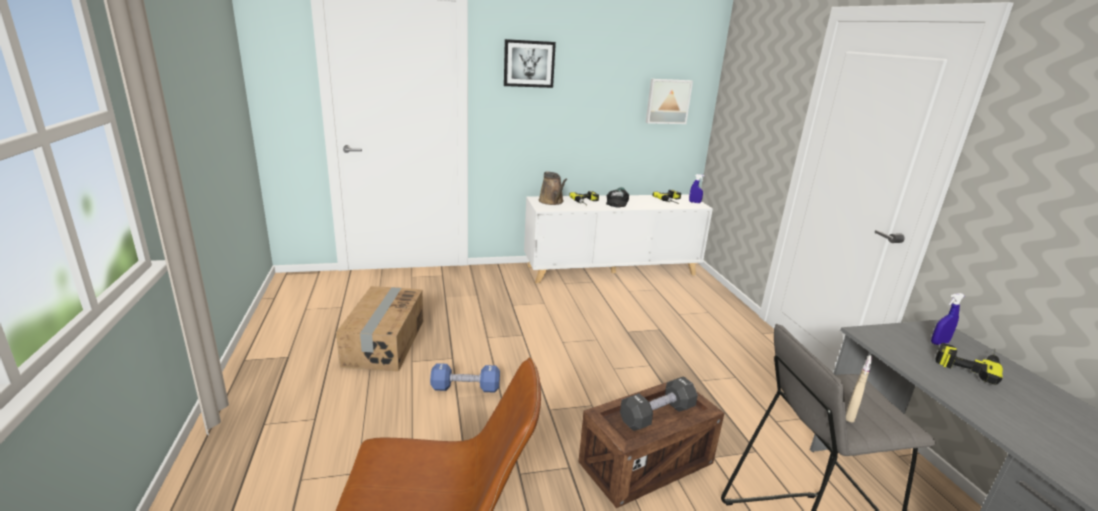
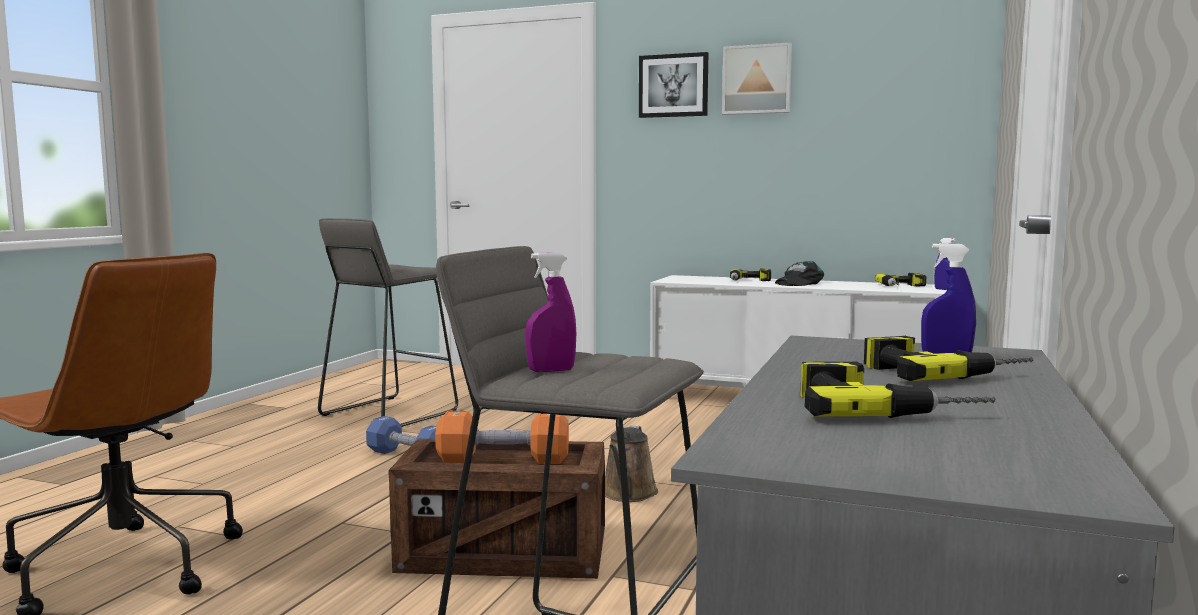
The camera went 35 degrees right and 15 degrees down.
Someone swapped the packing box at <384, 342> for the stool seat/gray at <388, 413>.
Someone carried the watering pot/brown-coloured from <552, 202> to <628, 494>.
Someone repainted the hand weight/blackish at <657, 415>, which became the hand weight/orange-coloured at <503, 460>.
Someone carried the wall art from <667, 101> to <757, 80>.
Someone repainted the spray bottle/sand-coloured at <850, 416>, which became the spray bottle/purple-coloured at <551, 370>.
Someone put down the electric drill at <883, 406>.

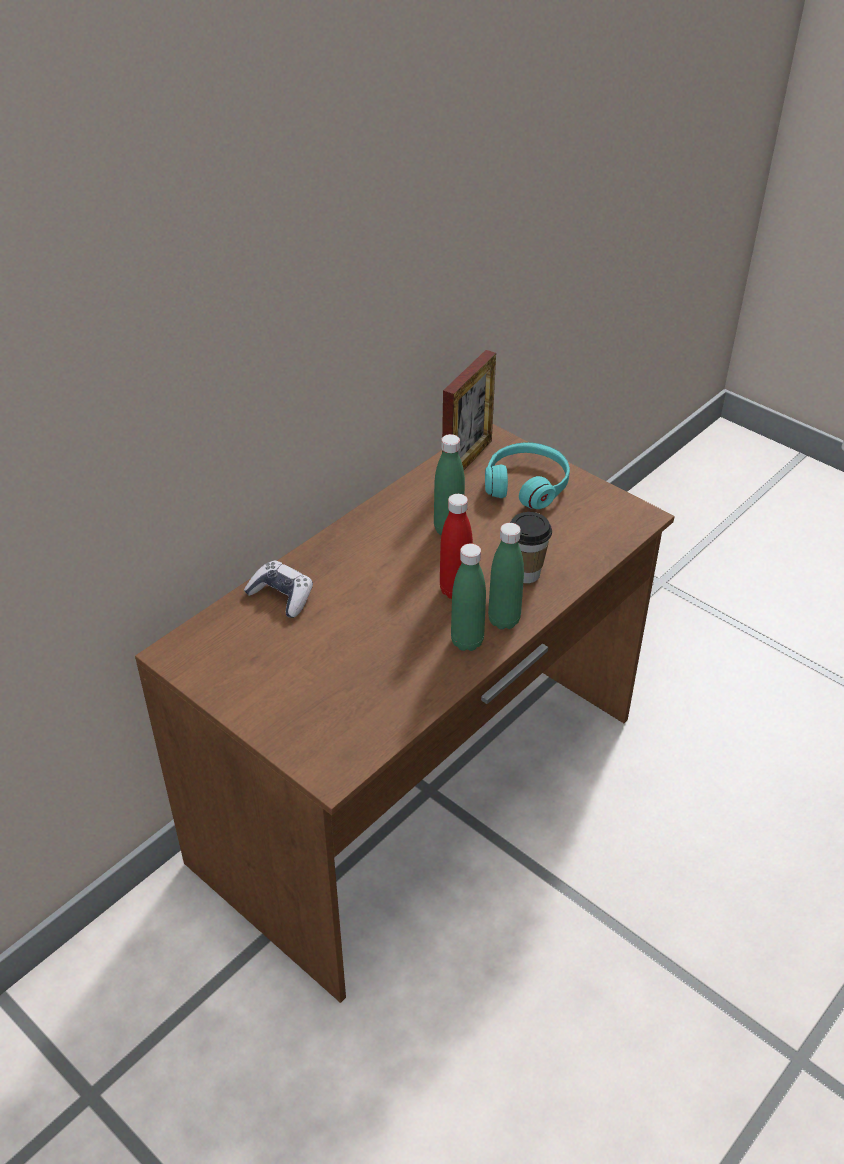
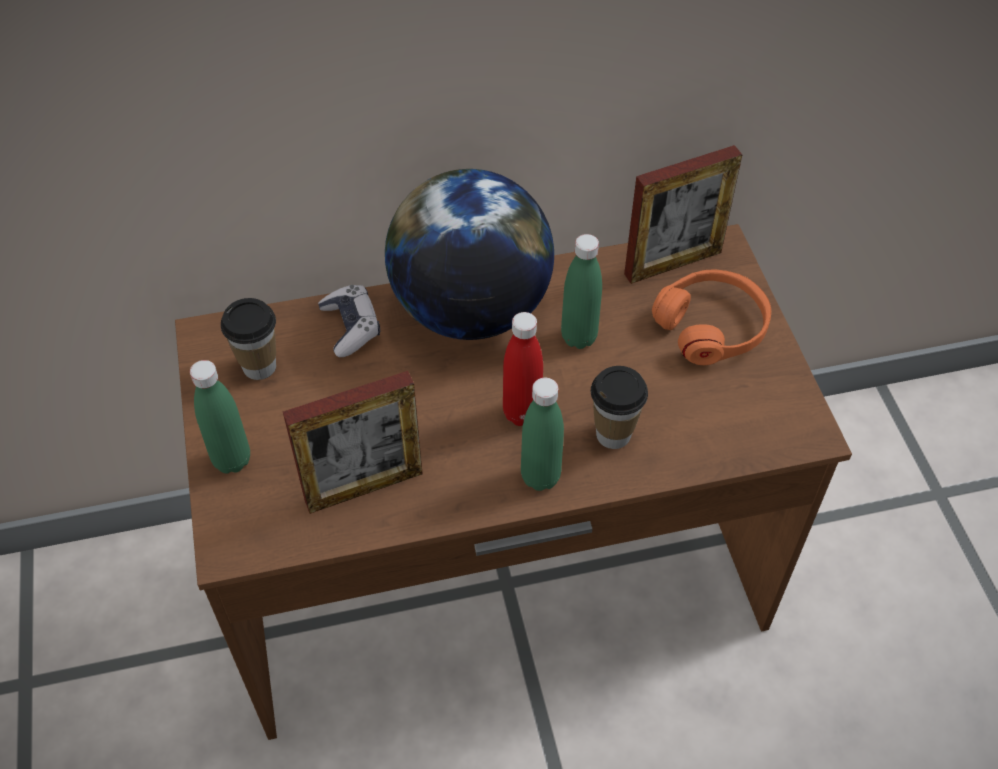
The camera went 35 degrees right and 10 degrees up.
Someone carried the drink bottle/greenish from <467, 641> to <232, 460>.
Someone repainted the headset/blue-green at <526, 485>, which became the headset/orange-coloured at <712, 326>.
Someone put down the drinking cup at <259, 366>.
Someone put down the picture frame at <364, 487>.
Someone put down the world globe at <471, 310>.

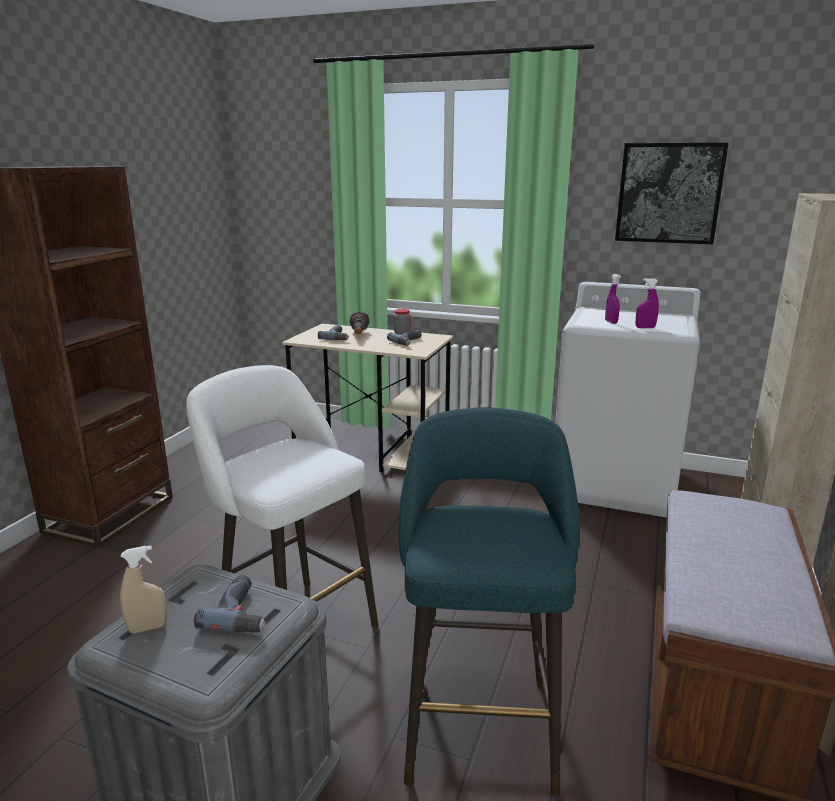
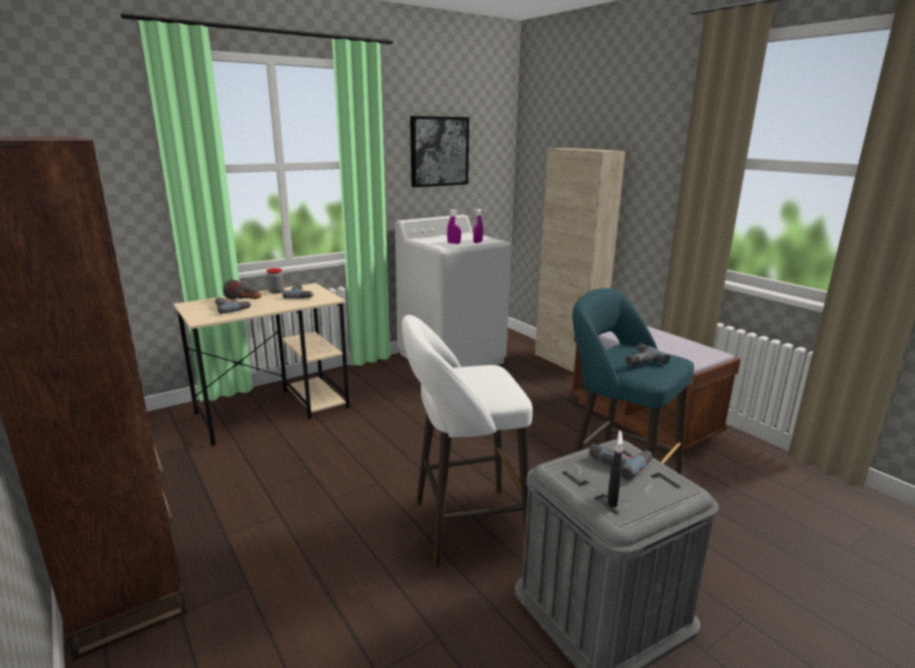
The camera went 55 degrees left and 0 degrees up.
Someone repainted the spray bottle/sand-coloured at <148, 628>, which became the spray bottle/blackish at <612, 499>.
Someone put down the electric drill at <639, 360>.

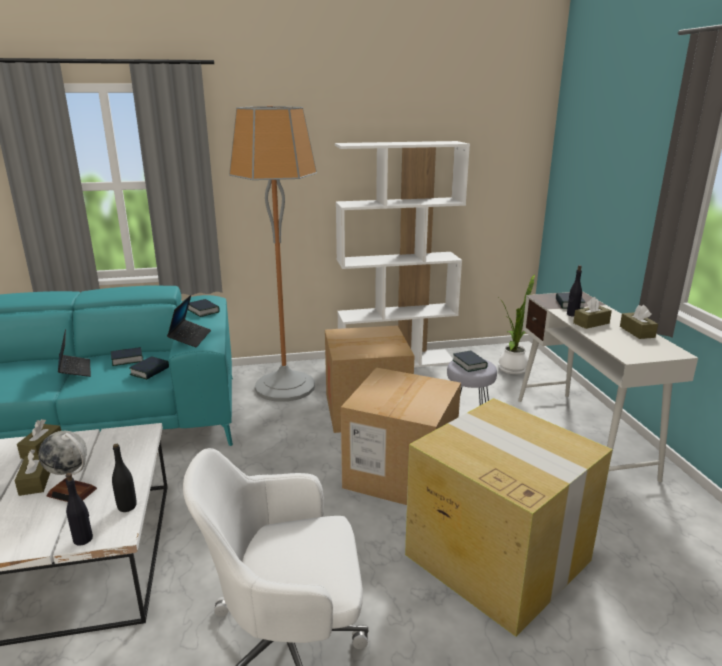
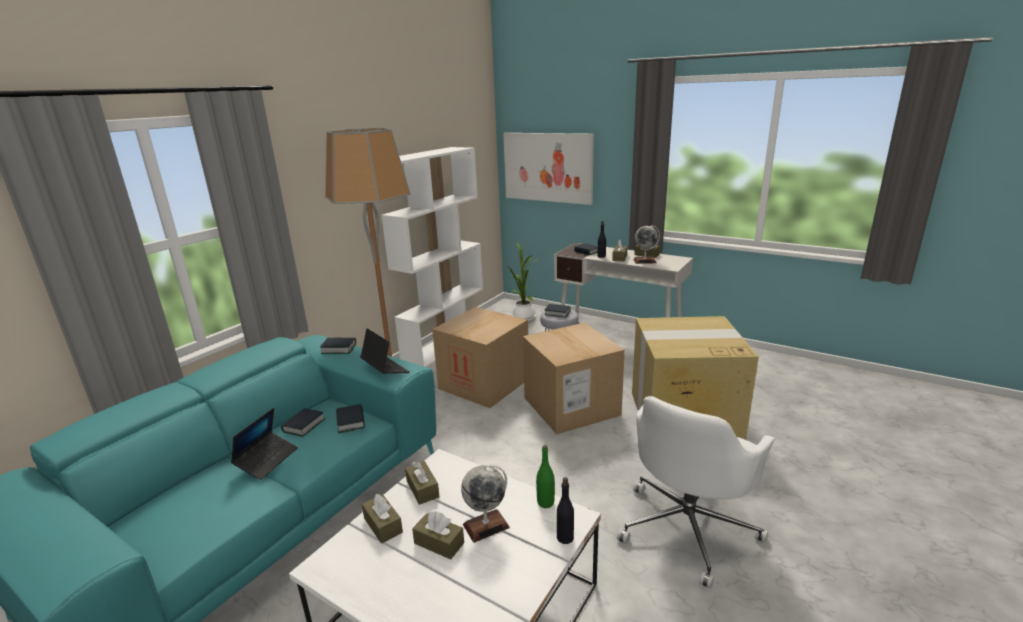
The camera went 45 degrees left and 0 degrees up.
Someone rotated the portable computer at <75, 370> by 90 degrees clockwise.
Someone repainted the drink bottle/blackish at <127, 507>, which became the drink bottle/greenish at <545, 503>.
Someone put down the tissue holder/brown-coloured at <422, 489>.
Someone put up the wall art at <548, 167>.
Someone put down the world globe at <645, 261>.

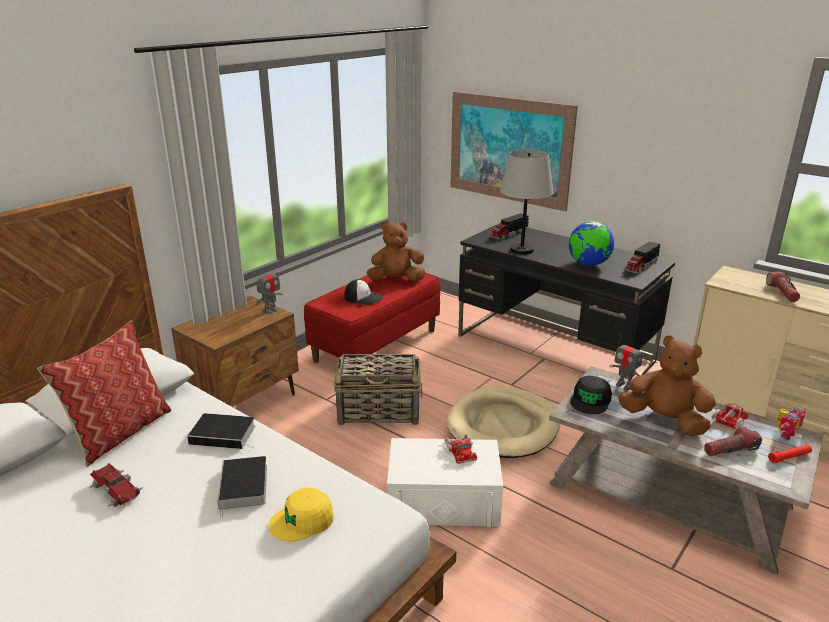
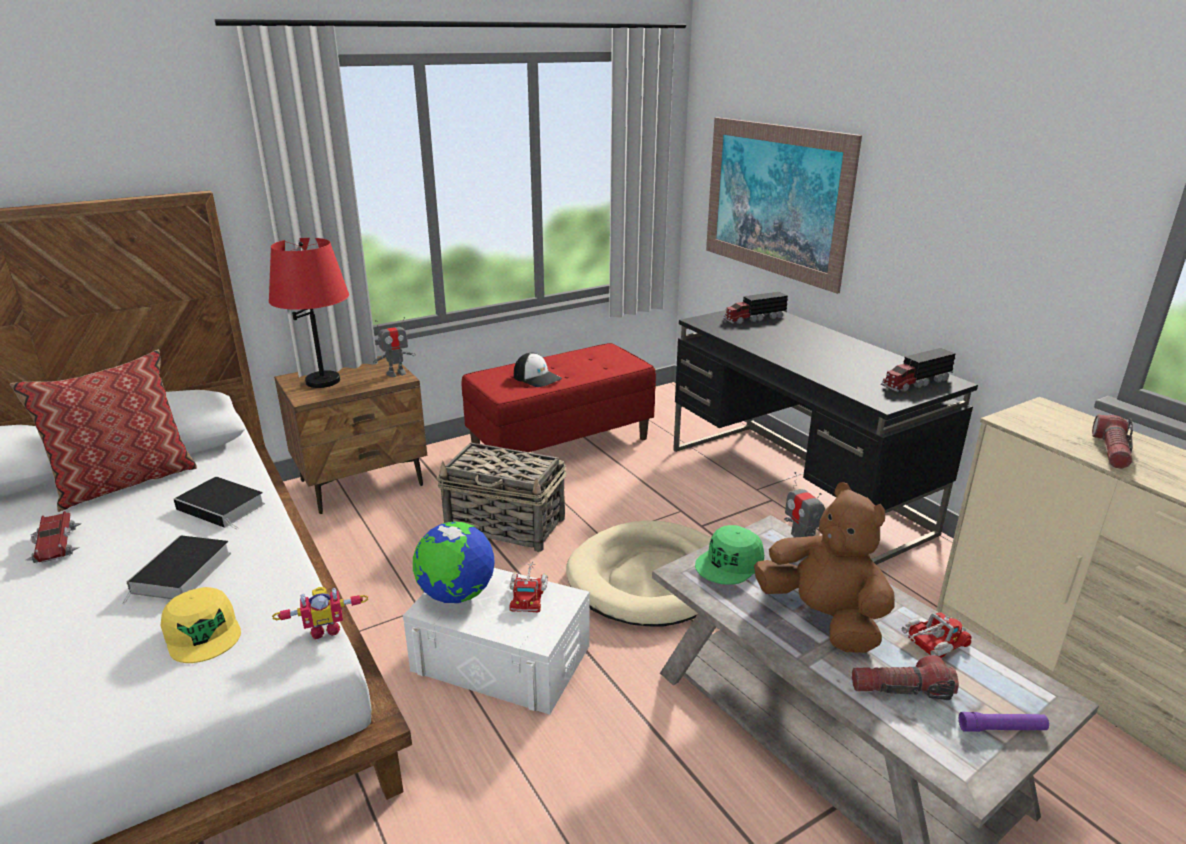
The camera went 20 degrees right and 0 degrees up.
Someone rotated the baseball cap/yellow at <302, 521> by 120 degrees counterclockwise.
Someone took away the plush toy/brown-coloured at <396, 280>.
Someone took away the tabletop lamp/gray at <522, 250>.
Someone carried the world globe from <588, 264> to <456, 595>.
Someone repainted the baseball cap/blackish at <590, 400>, which became the baseball cap/greenish at <730, 563>.
Someone repainted the torch/reddish at <789, 457>, which became the torch/purple-coloured at <1002, 728>.
Someone carried the model robot from <784, 434> to <325, 629>.
Someone put down the tabletop lamp/reddish at <323, 381>.

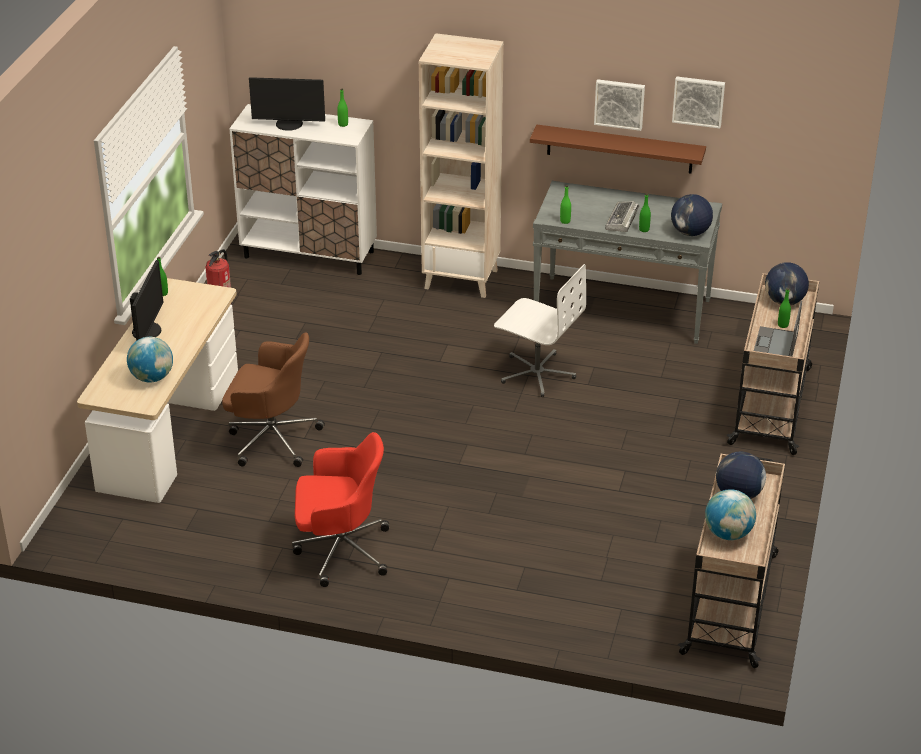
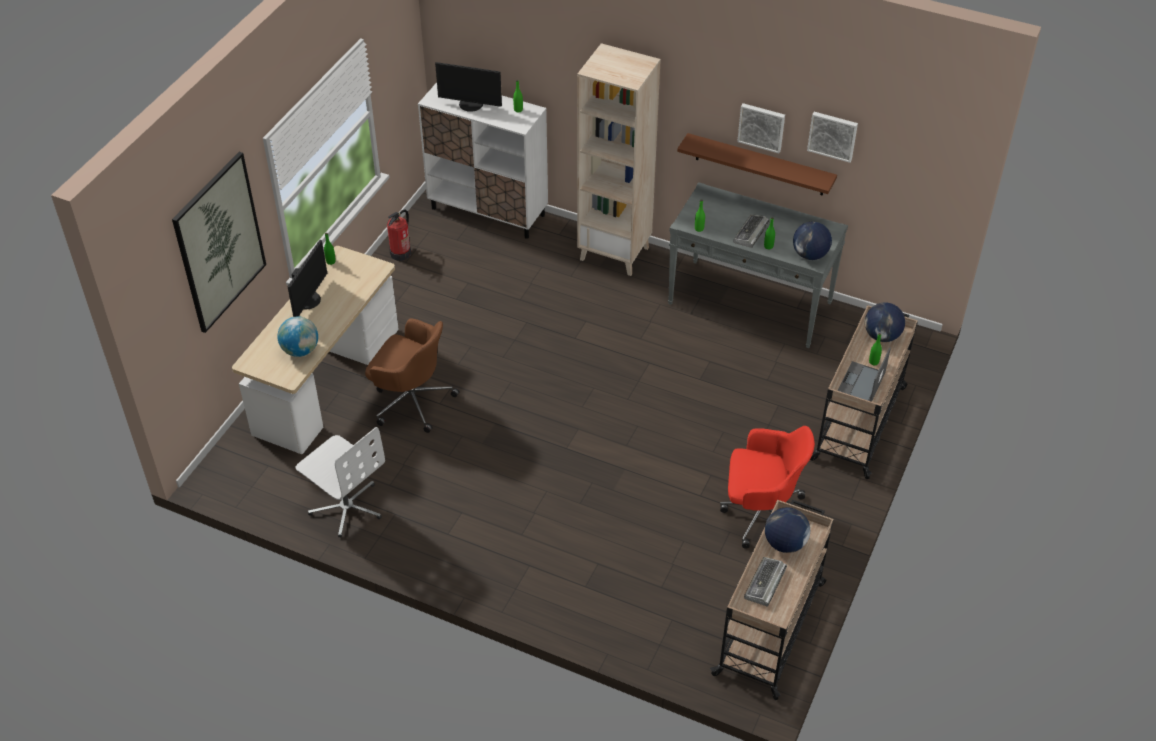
The camera went 10 degrees right and 10 degrees up.
Someone carried the desk chair/reddish from <340, 550> to <761, 513>.
Someone carried the desk chair/white-coloured from <537, 373> to <347, 507>.
Someone swapped the world globe at <728, 533> for the keyboard at <765, 584>.
Someone put up the wall art at <219, 242>.

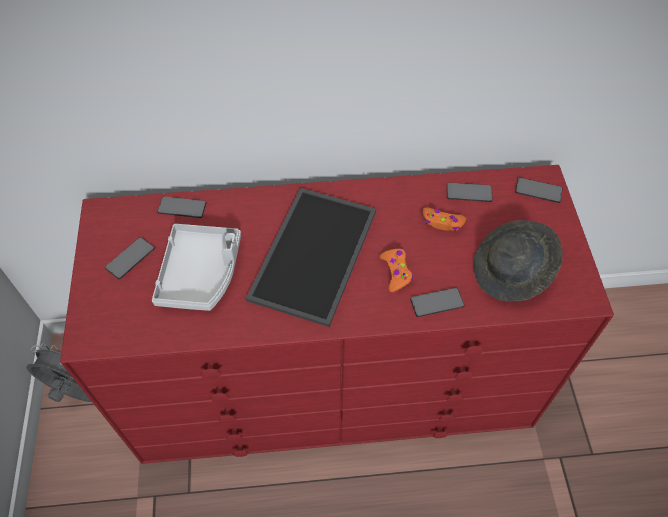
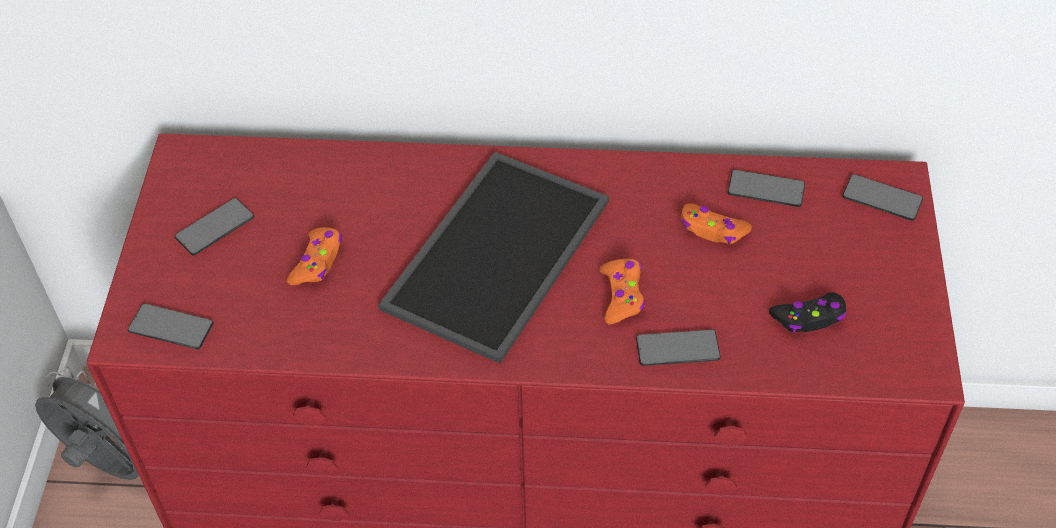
The camera went 10 degrees right and 5 degrees down.
Someone swapped the carrying tray/gray at <200, 273> for the gamepad/orange-coloured at <317, 262>.
Someone carried the telephone from <182, 208> to <171, 327>.
Someone swapped the hat/gray at <511, 272> for the gamepad/blackish at <809, 318>.

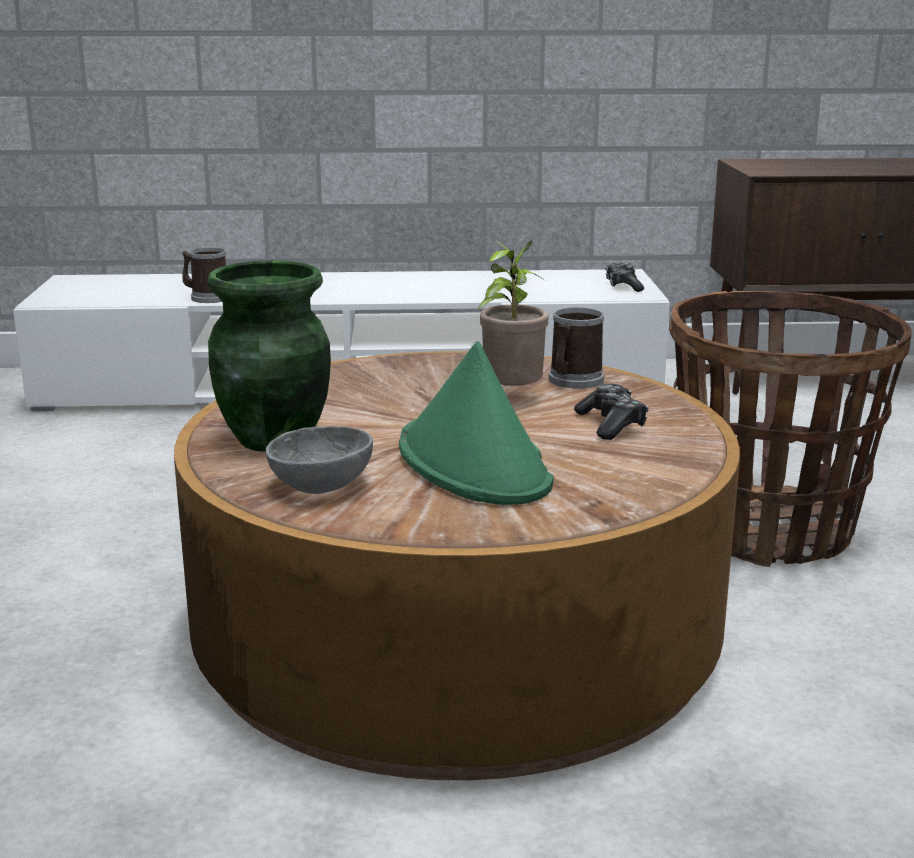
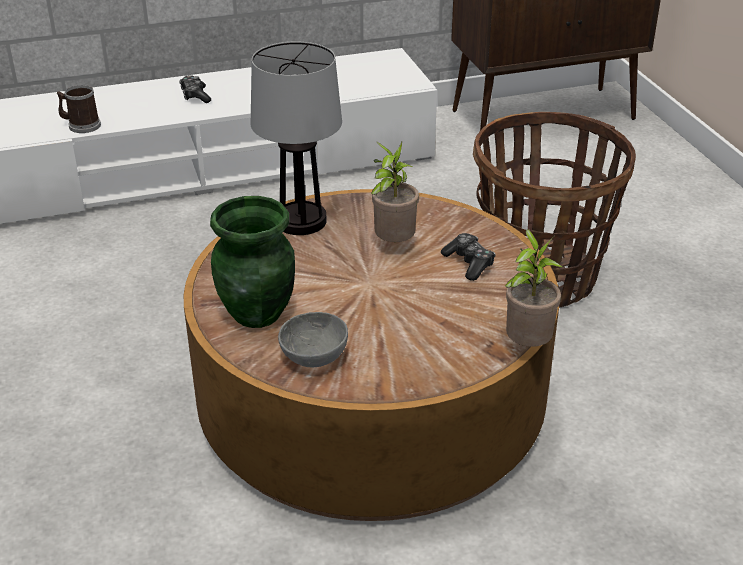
The camera went 15 degrees left and 15 degrees up.
Someone took away the hat/greenish at <474, 463>.
Someone took away the coffee mug at <573, 381>.
Someone carried the gamepad from <623, 286> to <195, 96>.
Someone put down the tabletop lamp at <300, 222>.
Someone put down the potted plant at <527, 346>.

